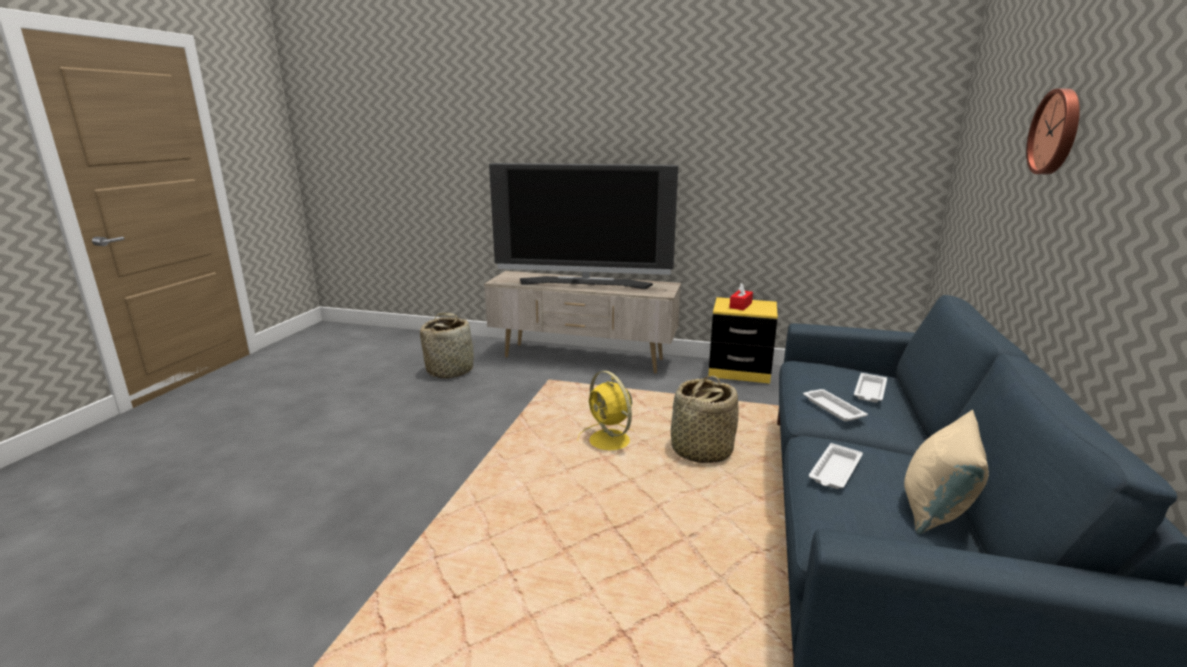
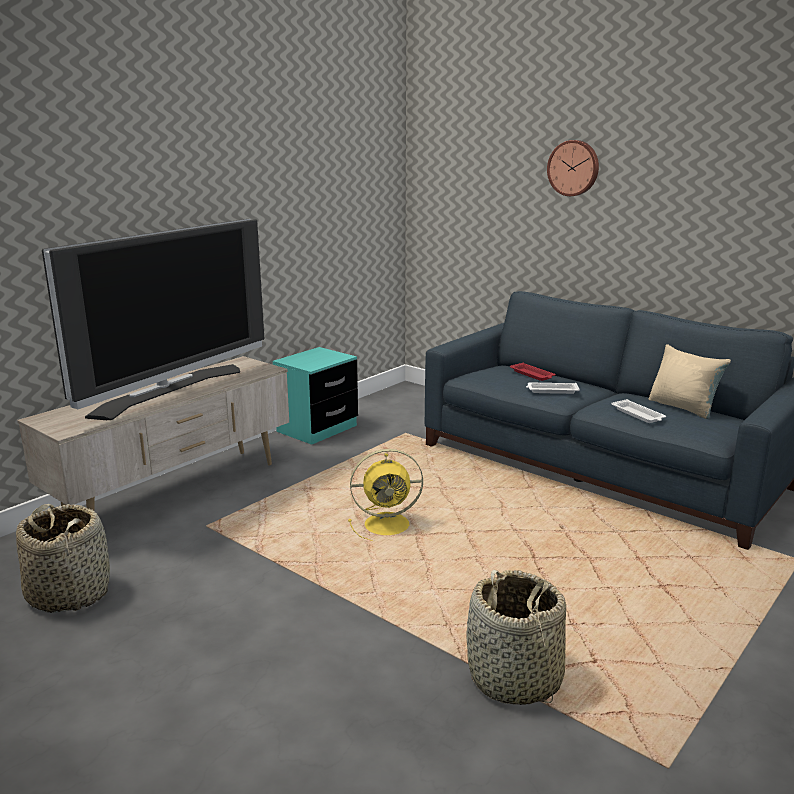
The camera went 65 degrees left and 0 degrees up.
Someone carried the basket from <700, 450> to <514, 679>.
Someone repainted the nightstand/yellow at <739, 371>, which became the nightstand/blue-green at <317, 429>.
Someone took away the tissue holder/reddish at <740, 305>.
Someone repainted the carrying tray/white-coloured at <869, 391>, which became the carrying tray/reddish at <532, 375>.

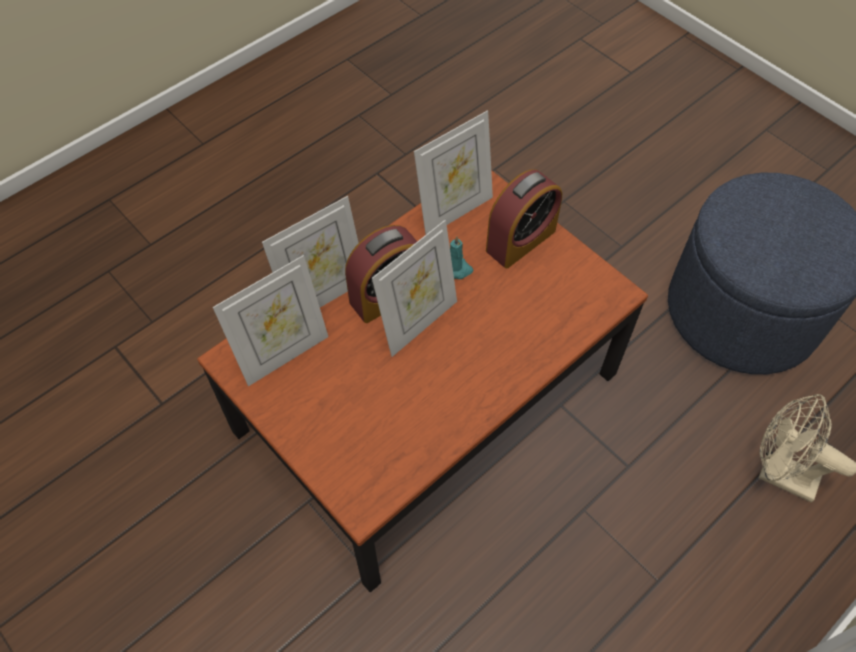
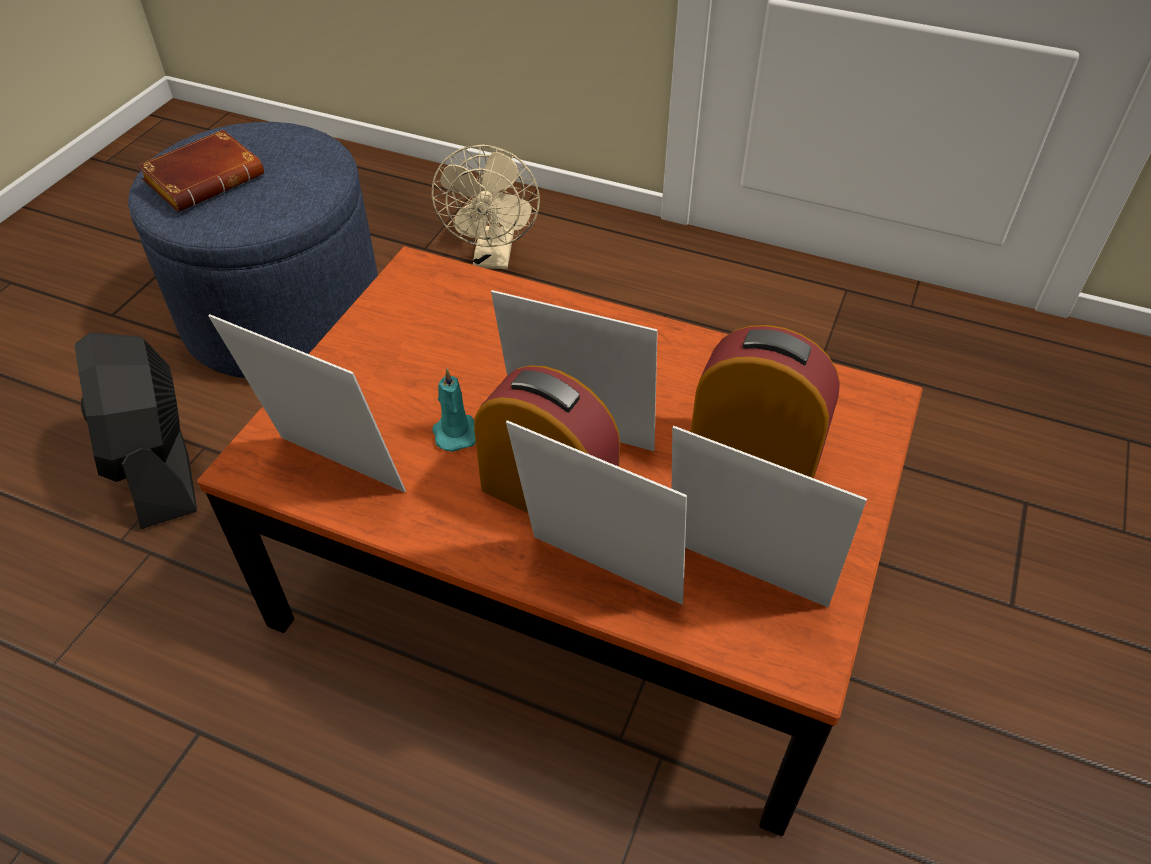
The camera went 115 degrees left and 10 degrees down.
Someone carried the table clock from <520, 240> to <754, 453>.
Someone put down the fan/blackish at <157, 465>.
Someone put down the book/brown-coloured at <206, 178>.

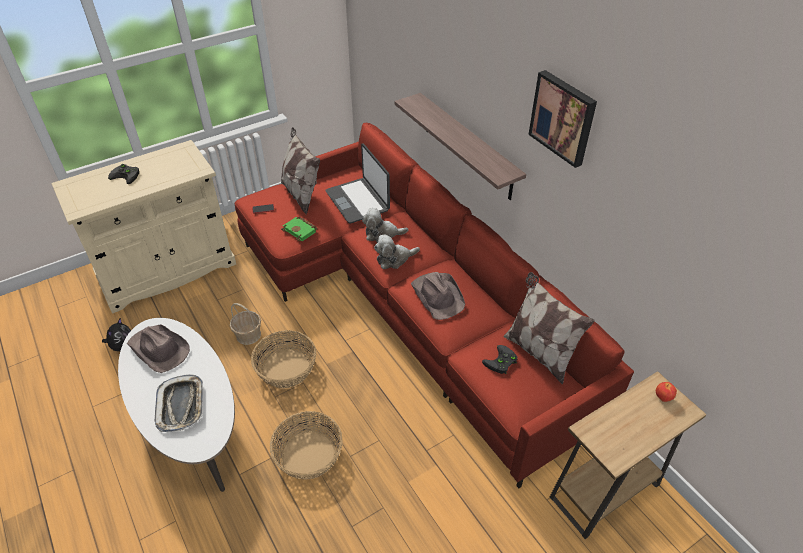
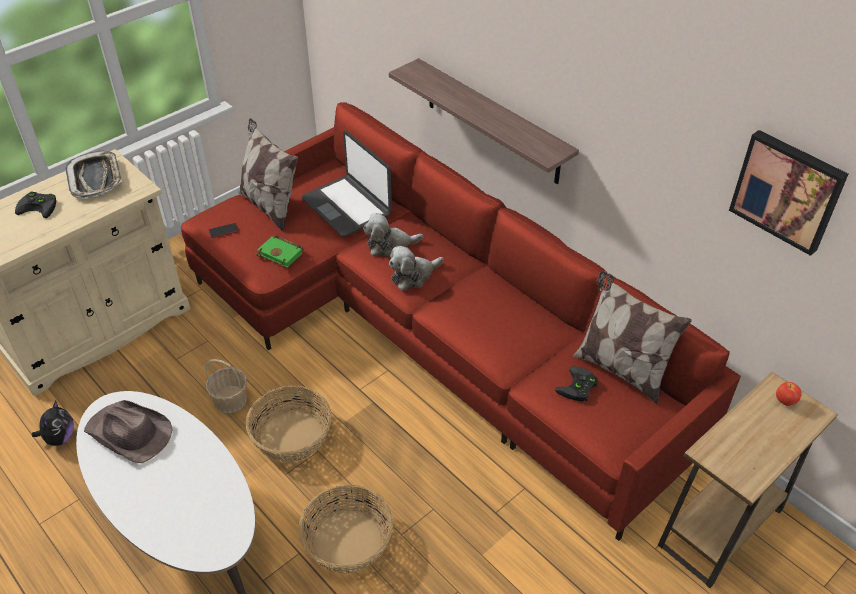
The camera went 10 degrees left and 0 degrees up.
Someone carried the carrying tray from <181, 405> to <96, 178>.
Someone took away the hat/brown-coloured at <438, 296>.
Someone carried the wall art from <563, 117> to <788, 190>.

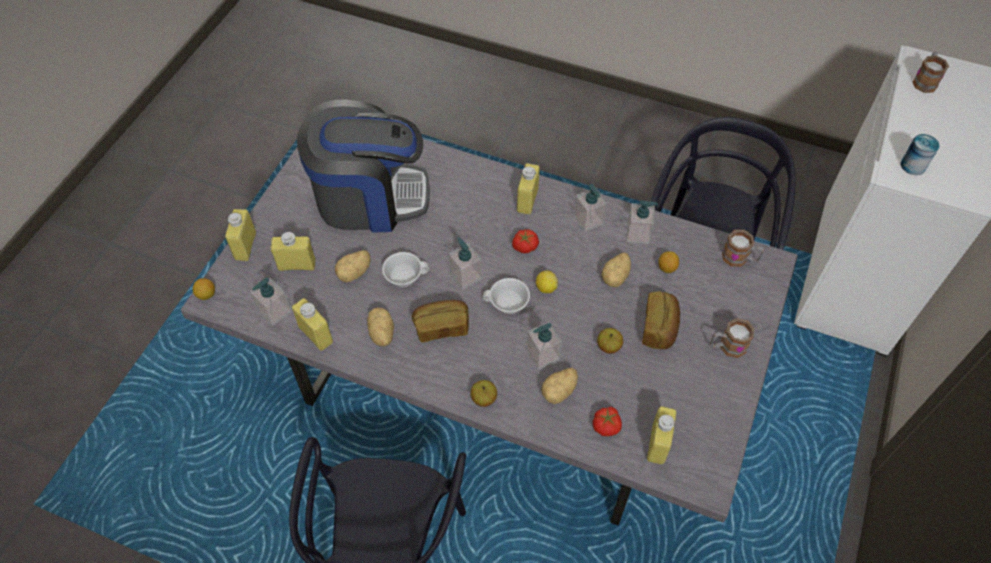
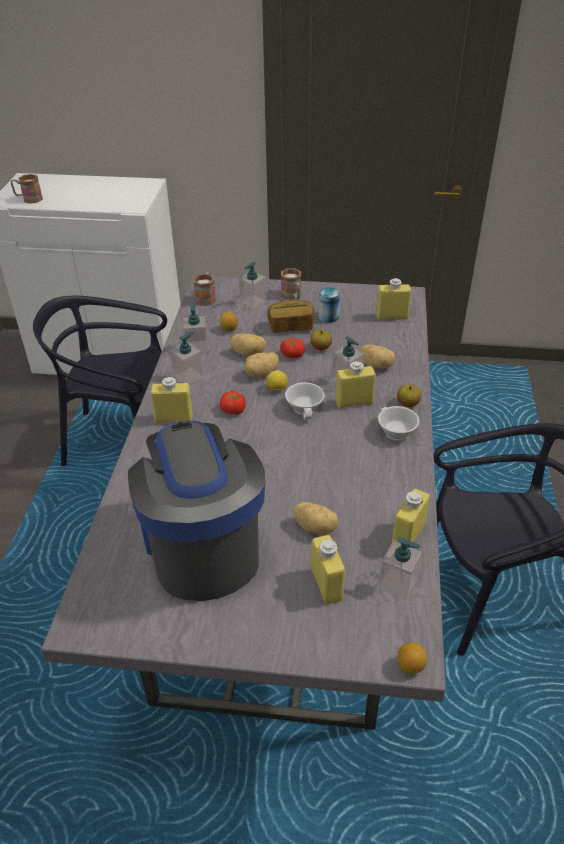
The camera went 105 degrees left and 15 degrees down.
Someone carried the drink bottle/yellow from <245, 246> to <354, 402>.
Someone carried the spud from <381, 334> to <262, 374>.
Someone carried the drinking cup/white-coloured from <404, 276> to <394, 432>.
Someone took away the baked bread at <441, 327>.
Someone carried the soap dispenser from <465, 276> to <253, 302>.
Someone carried the tomato from <606, 426> to <292, 354>.
Someone carried the metal can from <913, 165> to <328, 316>.

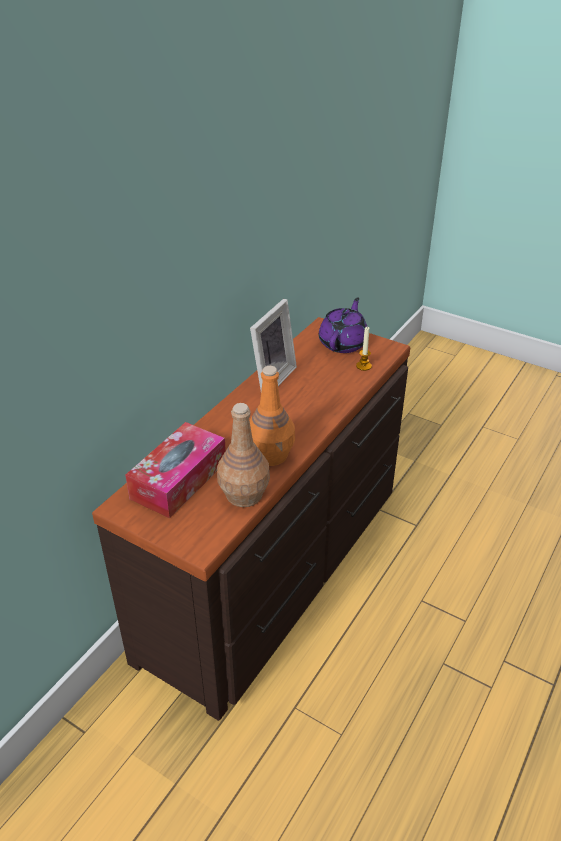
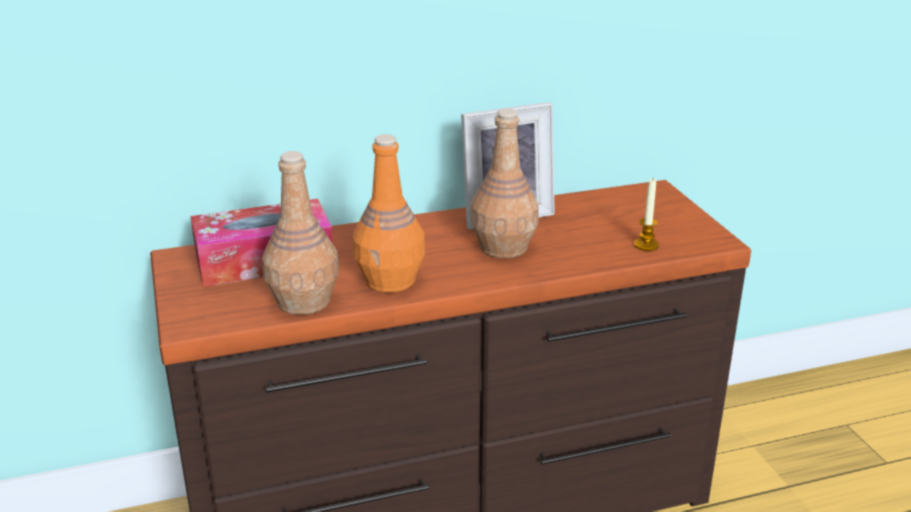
The camera went 40 degrees right and 10 degrees down.
Someone took away the pot for tea/purple-coloured at <343, 343>.
Someone put down the drink bottle/brown-coloured at <503, 247>.

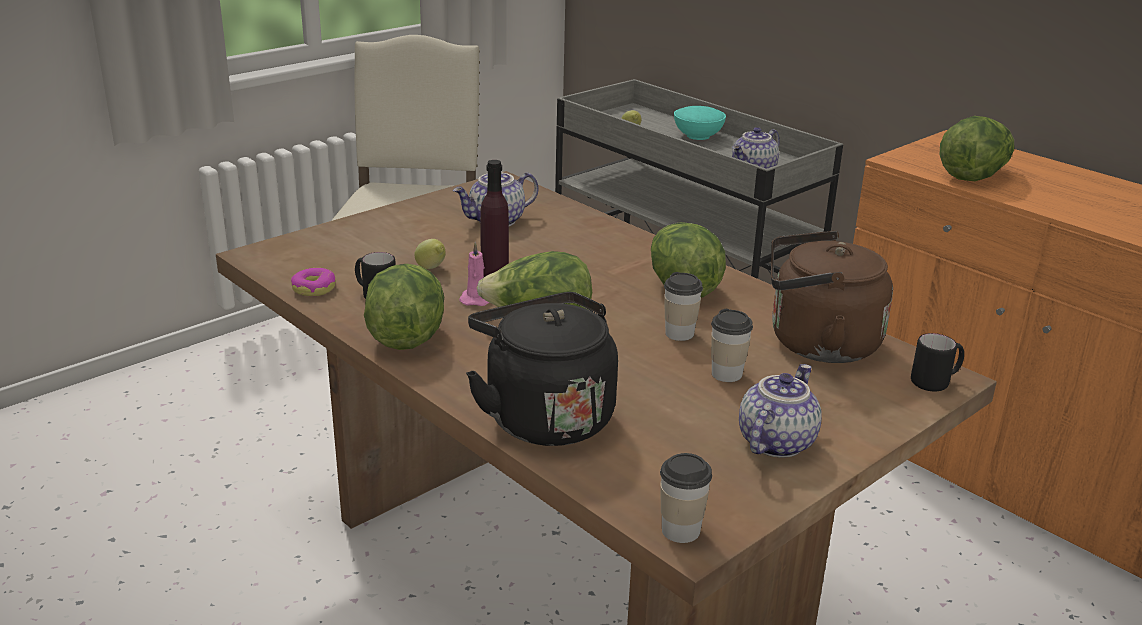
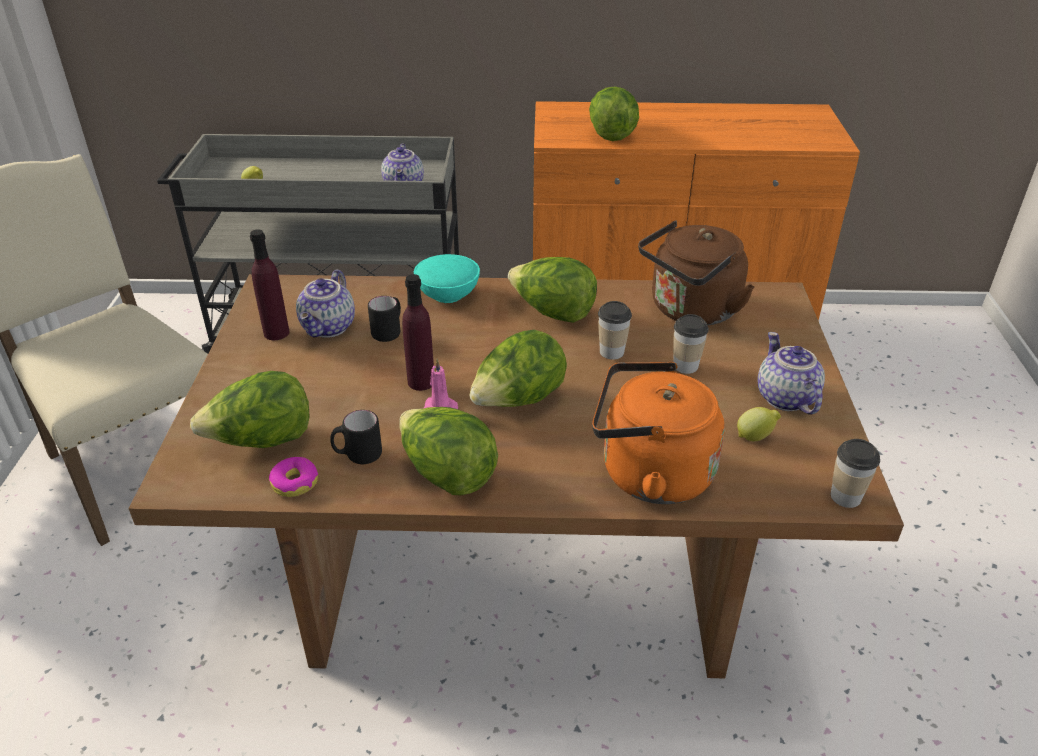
The camera went 45 degrees left and 10 degrees up.
Someone carried the citrus fruit from <432, 269> to <755, 437>.
Someone repainted the kettle/blackish at <544, 416>, which became the kettle/orange-coloured at <649, 473>.
Someone carried the deep dish/blue-green from <697, 135> to <447, 295>.
Someone carried the coffee mug/blackish from <935, 382> to <389, 332>.
Someone put down the lettuce head at <262, 441>.
Someone put down the drink bottle/purple-coloured at <276, 333>.

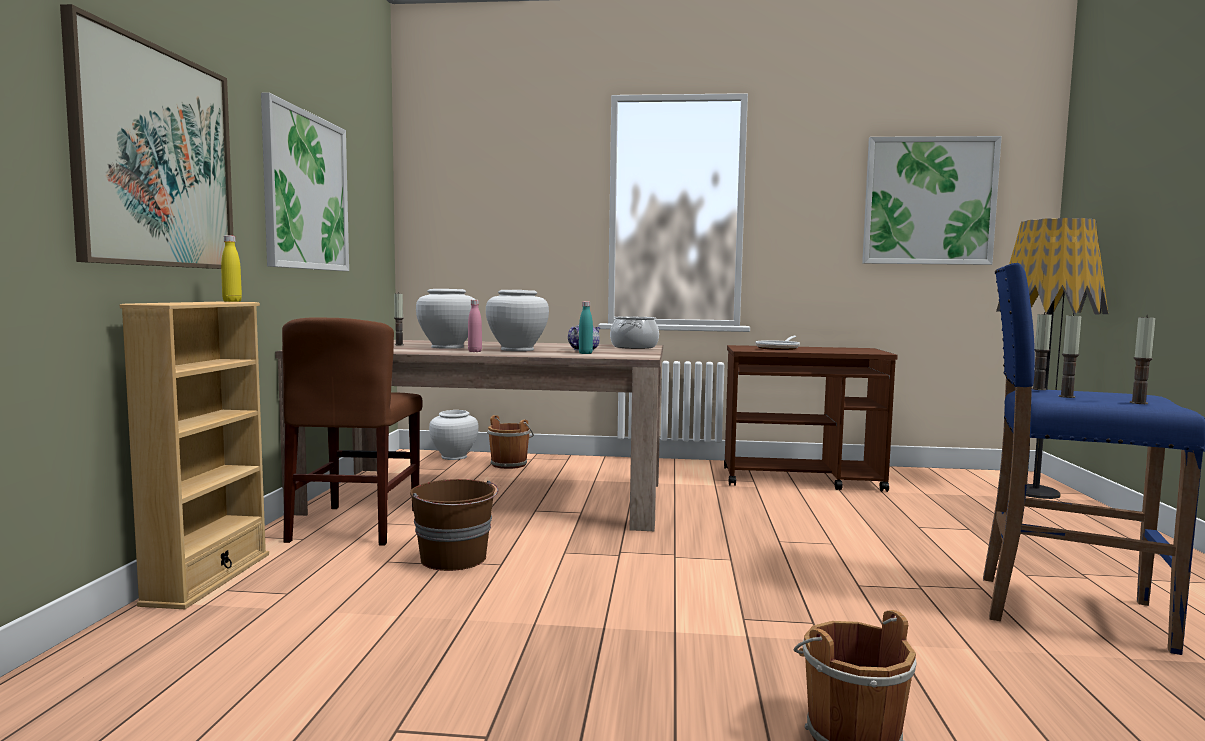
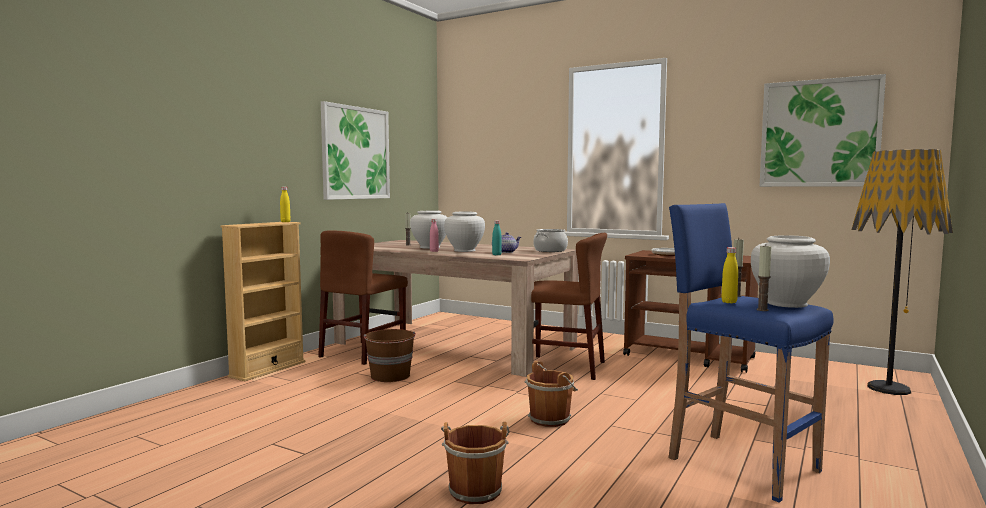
The camera went 25 degrees right and 0 degrees up.
Someone took away the wall art at <156, 158>.
Someone carried the decorative vase/white-coloured from <454, 457> to <786, 304>.
Someone carried the bucket/brown-coloured from <510, 464> to <551, 419>.
Someone swapped the wax light at <1066, 396> for the drink bottle/yellow at <729, 302>.
Someone put down the chair/brown-coloured at <563, 367>.

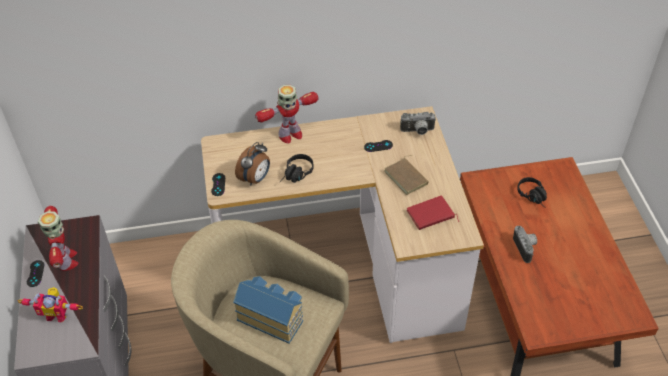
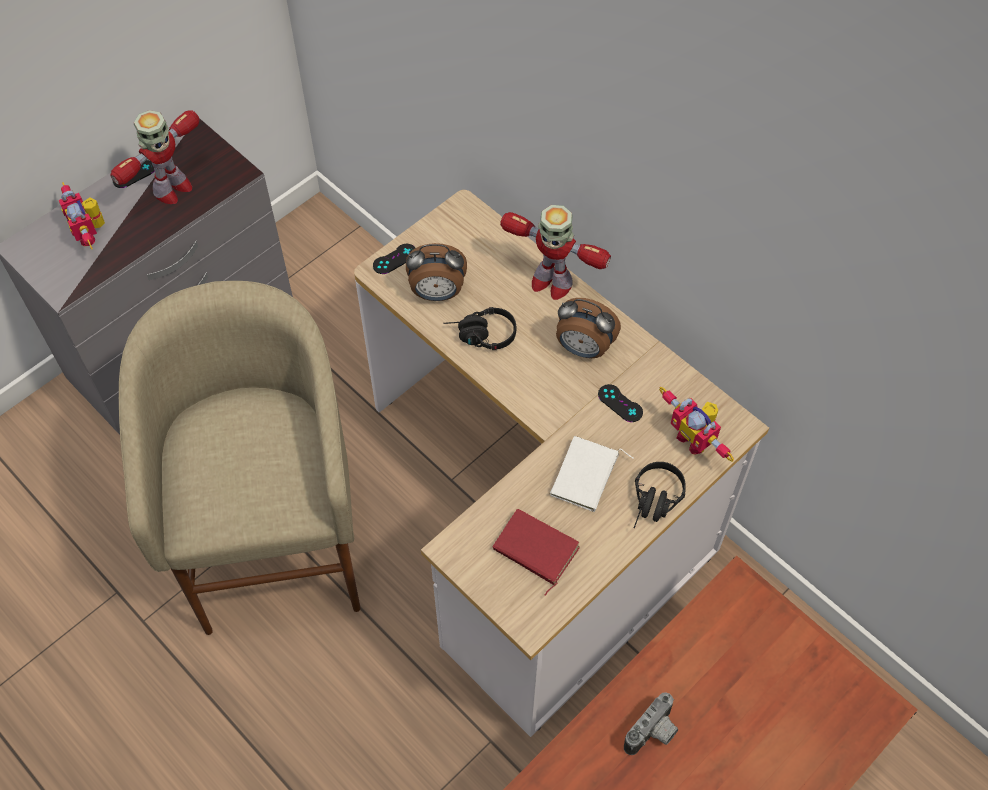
The camera went 55 degrees right and 10 degrees up.
Someone took away the toy house at <271, 317>.
Someone repainted the book/brown-coloured at <407, 177>, which became the book/white-coloured at <586, 477>.
Someone swapped the still camera at <417, 131> for the model robot at <695, 438>.
Someone carried the headset/blackish from <534, 197> to <654, 504>.
Someone put down the table clock at <583, 348>.

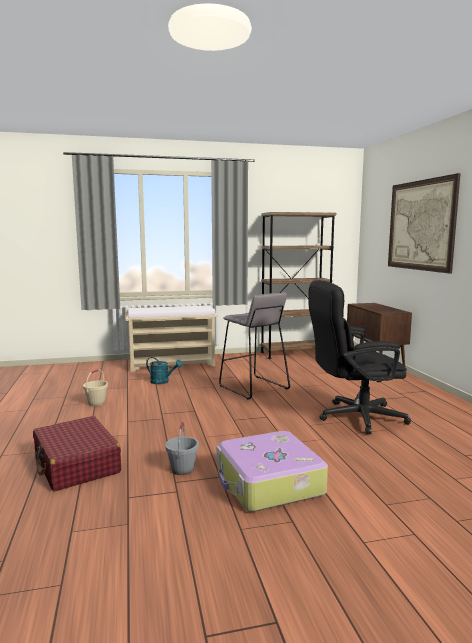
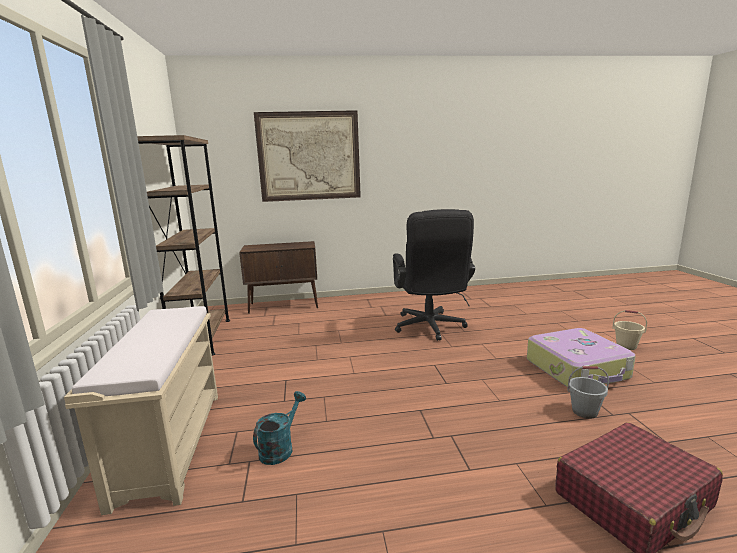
The camera went 85 degrees left and 5 degrees up.
Someone carried the bucket/sand-coloured from <96, 403> to <626, 346>.
Someone took away the stool seat/gray at <253, 387>.

